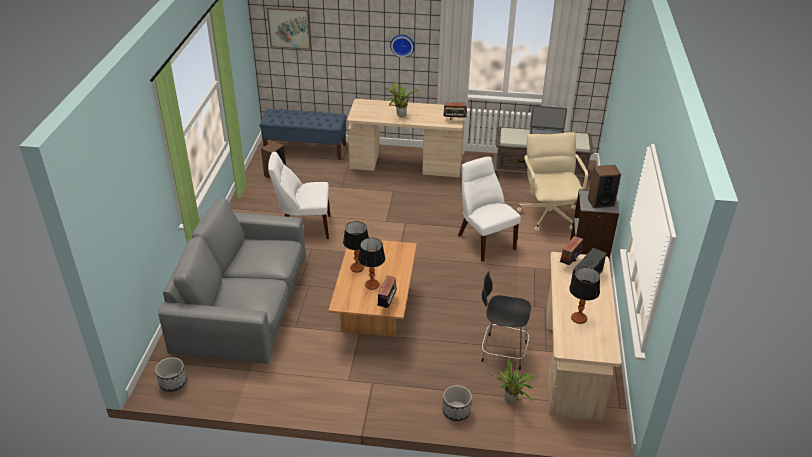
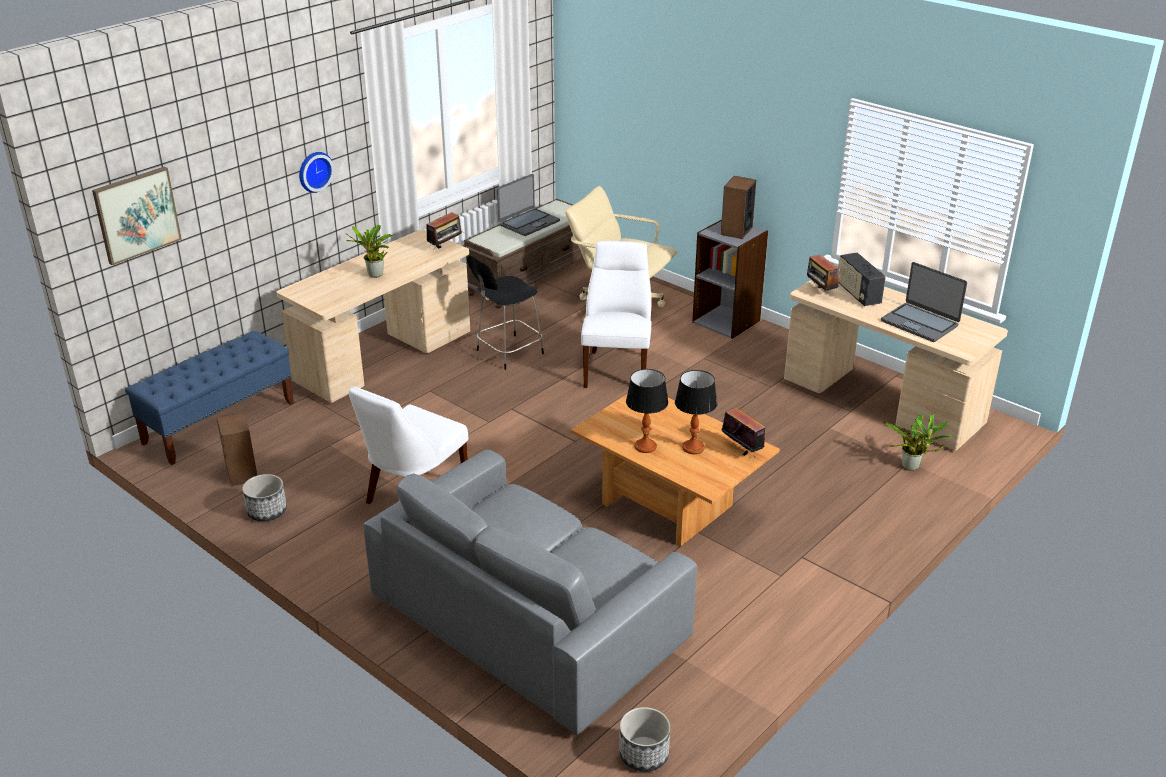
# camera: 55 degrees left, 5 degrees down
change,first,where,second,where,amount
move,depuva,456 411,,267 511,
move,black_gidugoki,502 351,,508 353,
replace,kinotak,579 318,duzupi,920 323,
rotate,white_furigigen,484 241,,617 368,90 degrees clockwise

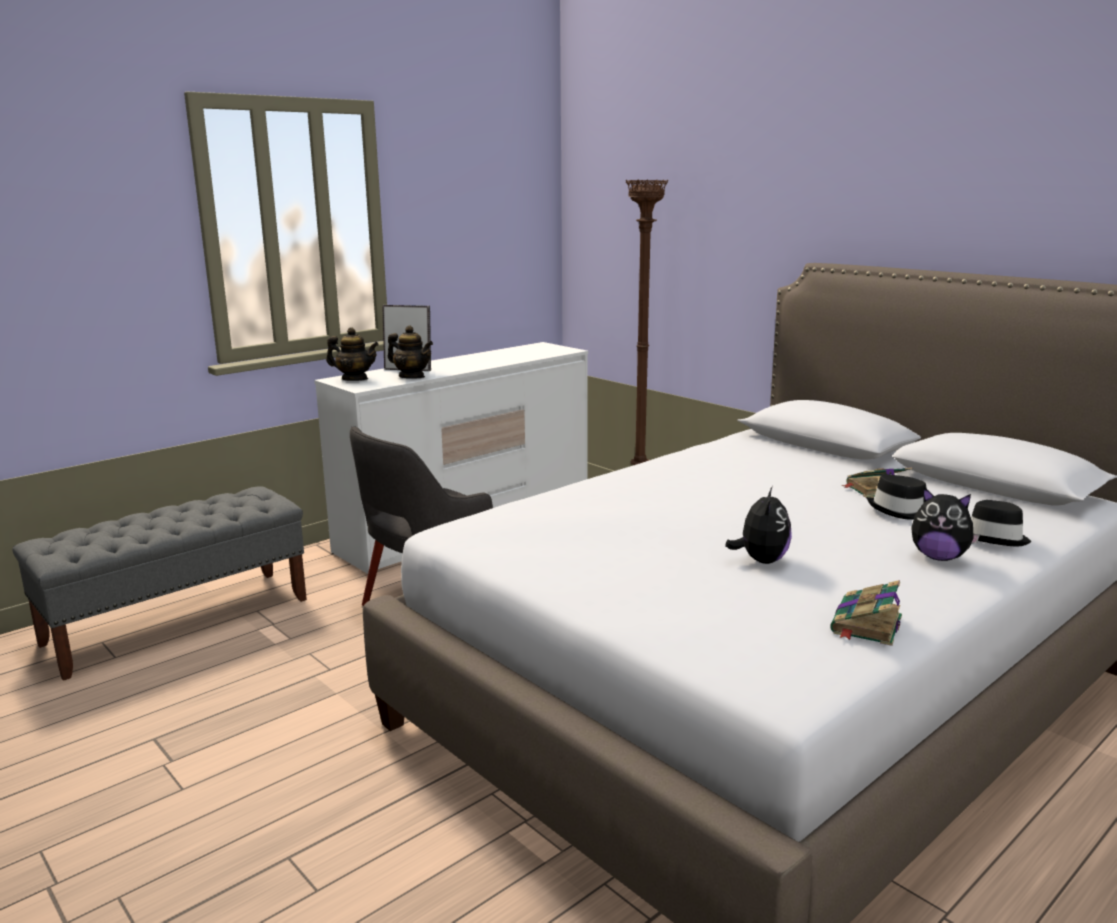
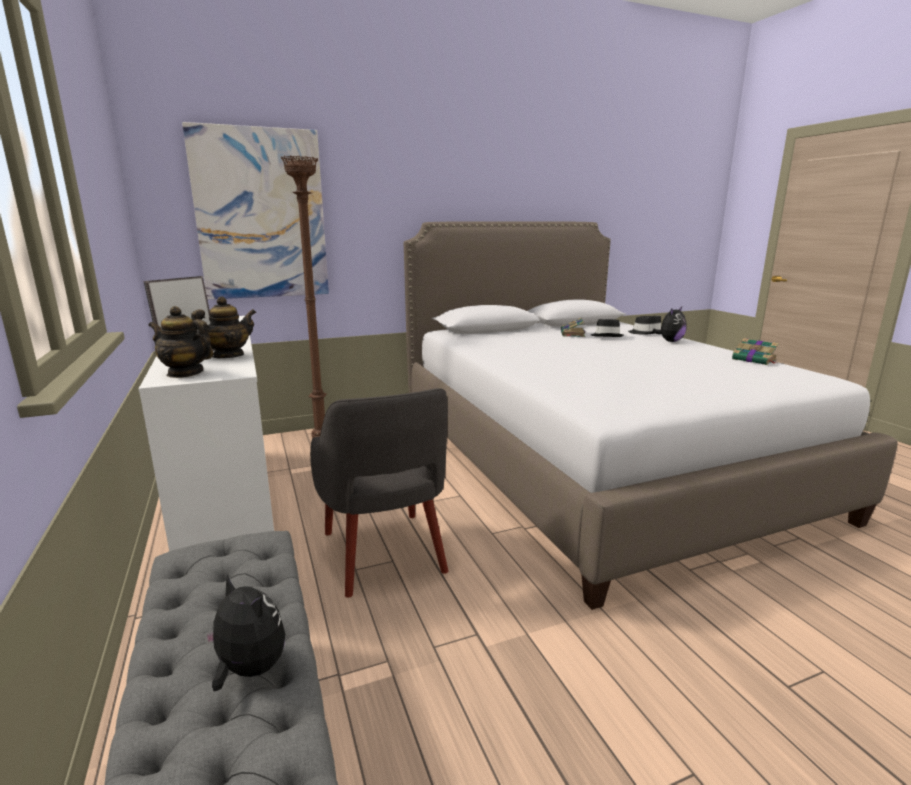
# camera: 70 degrees left, 0 degrees up
change,first,where,second,where,amount
insert,,,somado,261 215,
move,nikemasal,761 560,,249 669,
rotate,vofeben,354 379,,185 373,105 degrees counterclockwise

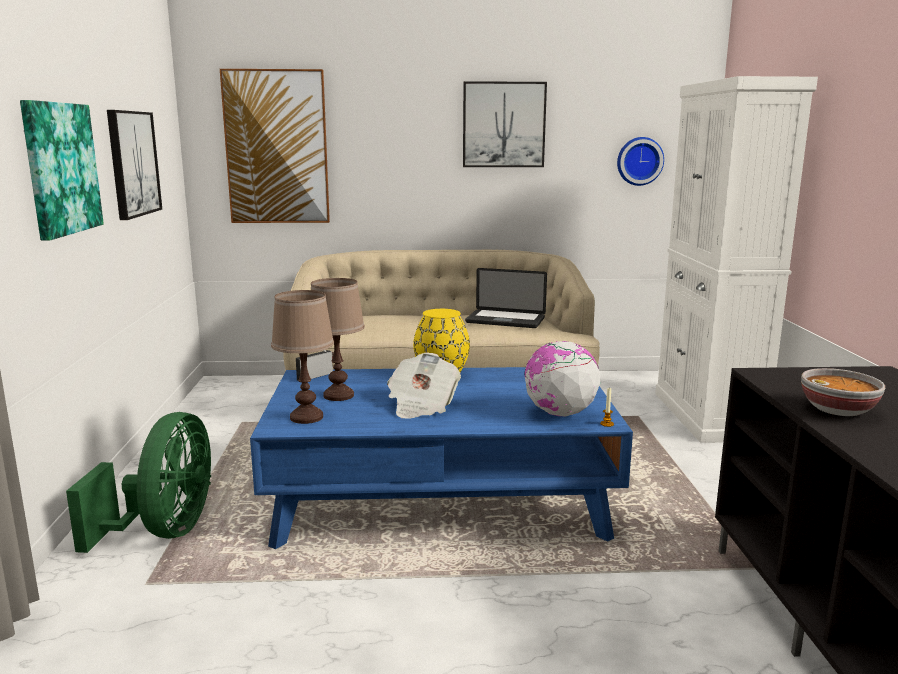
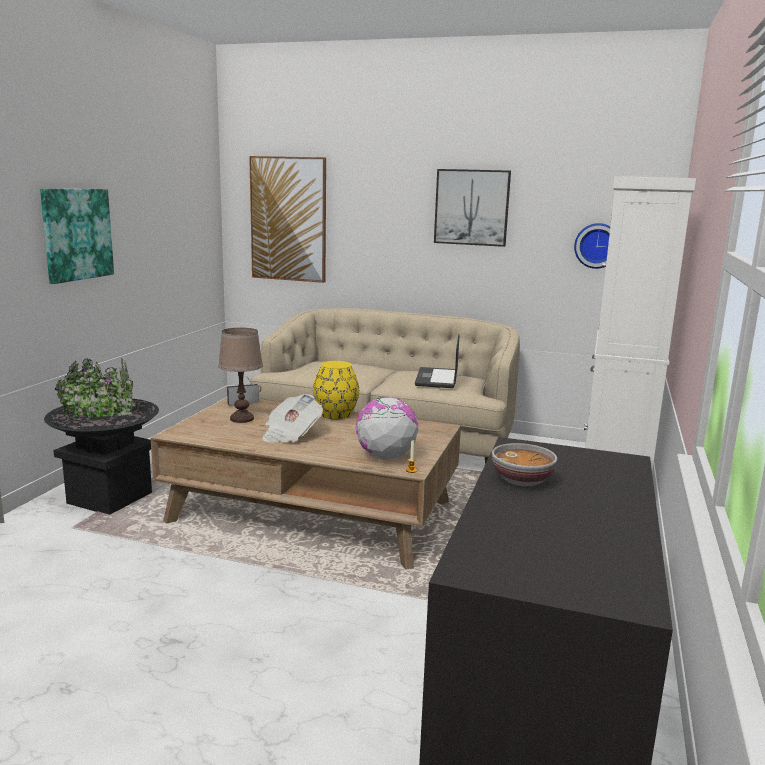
# camera: 20 degrees right, 0 degrees up
change,first,where,second,where,amount
delete,somado,133 163,,,
delete,brown_kinotak,307 417,,,
replace,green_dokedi,164 531,black_depuva,110 498,
recolor,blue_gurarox,441 496,brown_gurarox,313 512,
rotate,duzupi,505 320,,436 379,60 degrees clockwise

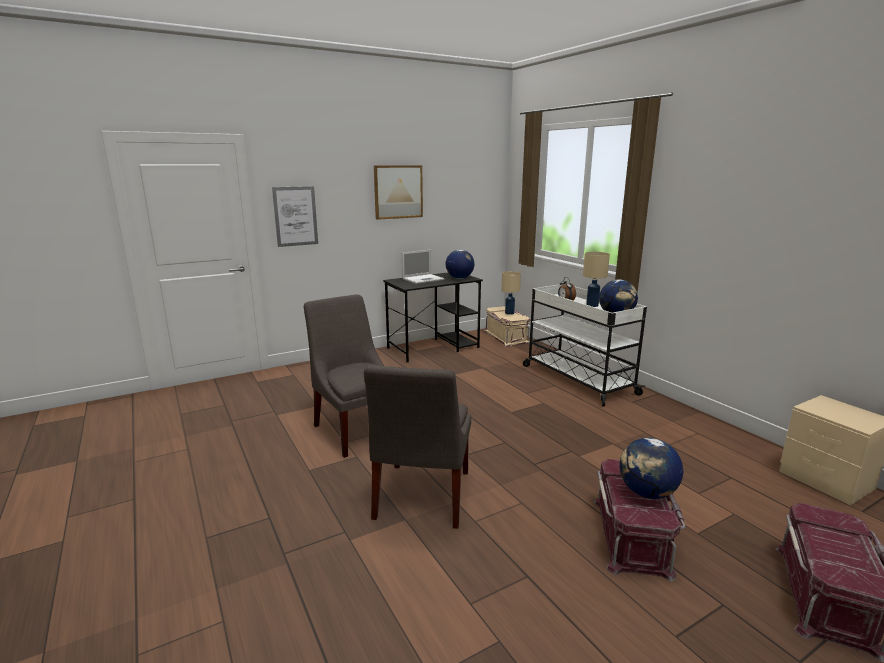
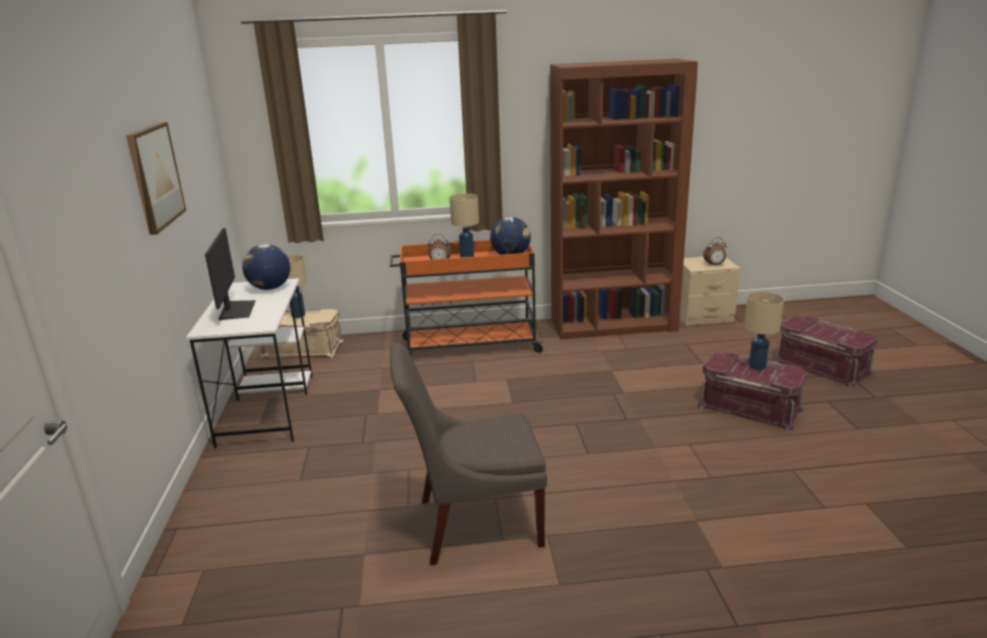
# camera: 65 degrees left, 5 degrees up
change,first,where,second,where,amount
delete,somado,295 216,,,
delete,grey_furigigen,421 497,,,
insert,,,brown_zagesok,613 325,
insert,,,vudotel,714 265,
replace,duzupi,423 279,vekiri,236 309,
replace,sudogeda,646 493,beige_kinotak,758 366,
recolor,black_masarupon,434 347,white_masarupon,267 408,
recolor,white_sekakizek,577 379,orange_sekakizek,469 345,

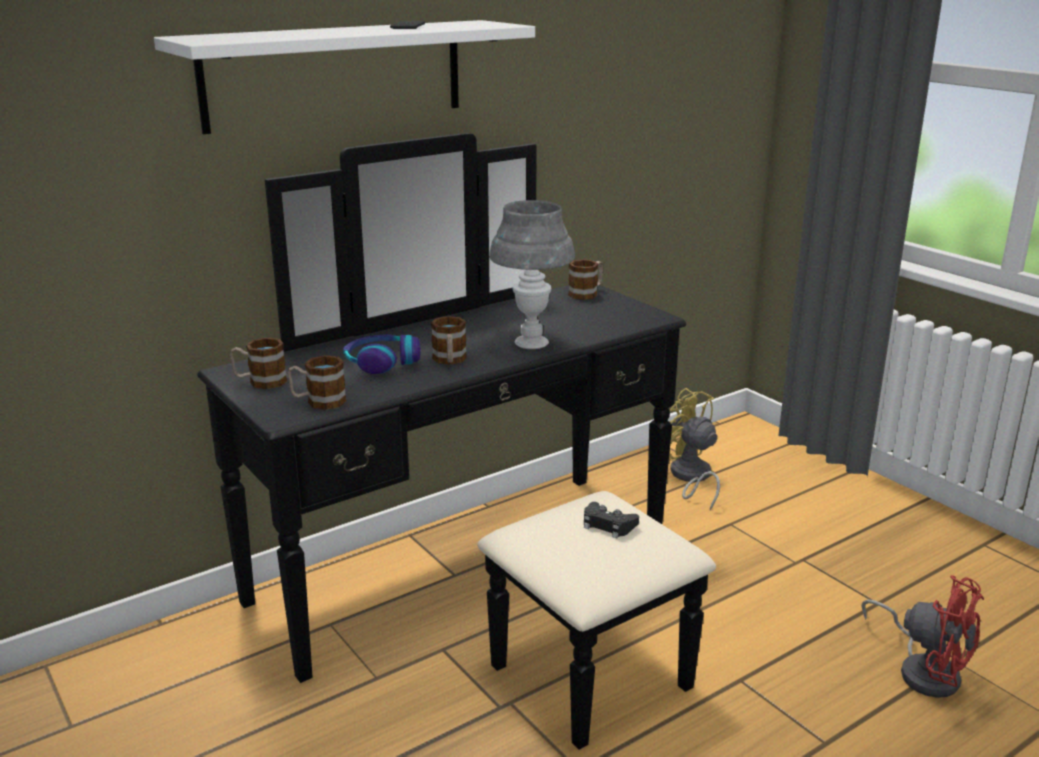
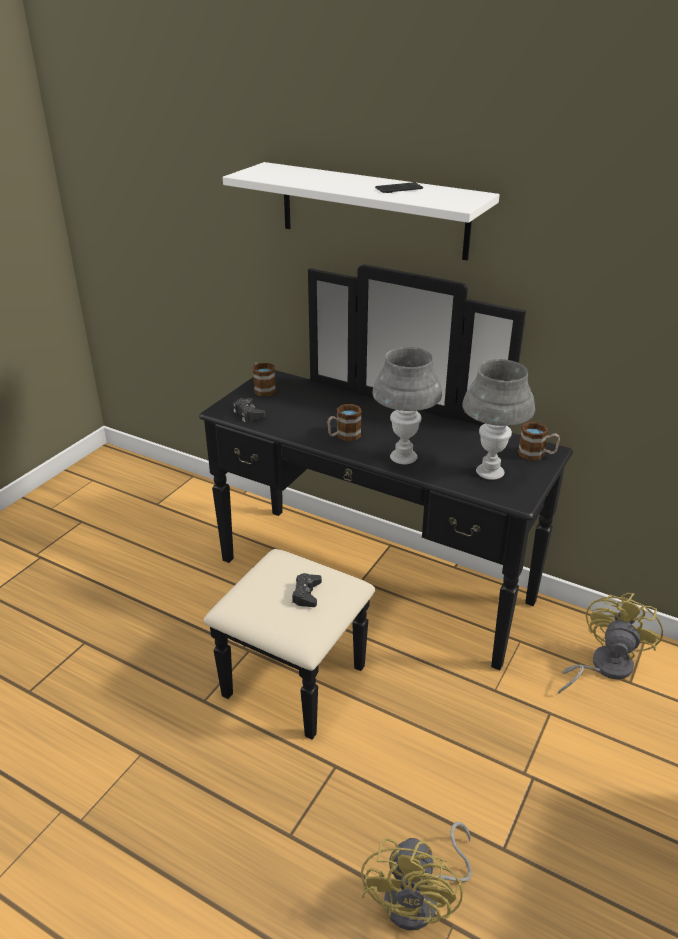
# camera: 65 degrees right, 10 degrees up
change,first,where,second,where,amount
delete,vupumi,381 362,,,
insert,,,grey_kinotak,490 472,
replace,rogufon,318 402,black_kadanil,248 413,
recolor,red_dokedi,924 670,yellow_dokedi,421 899,

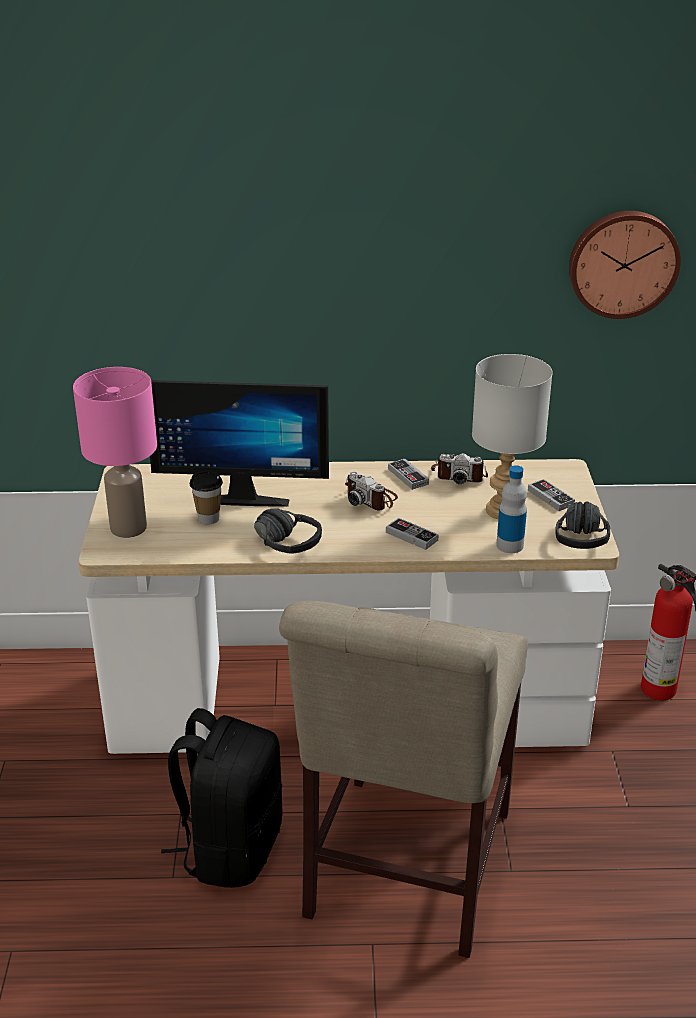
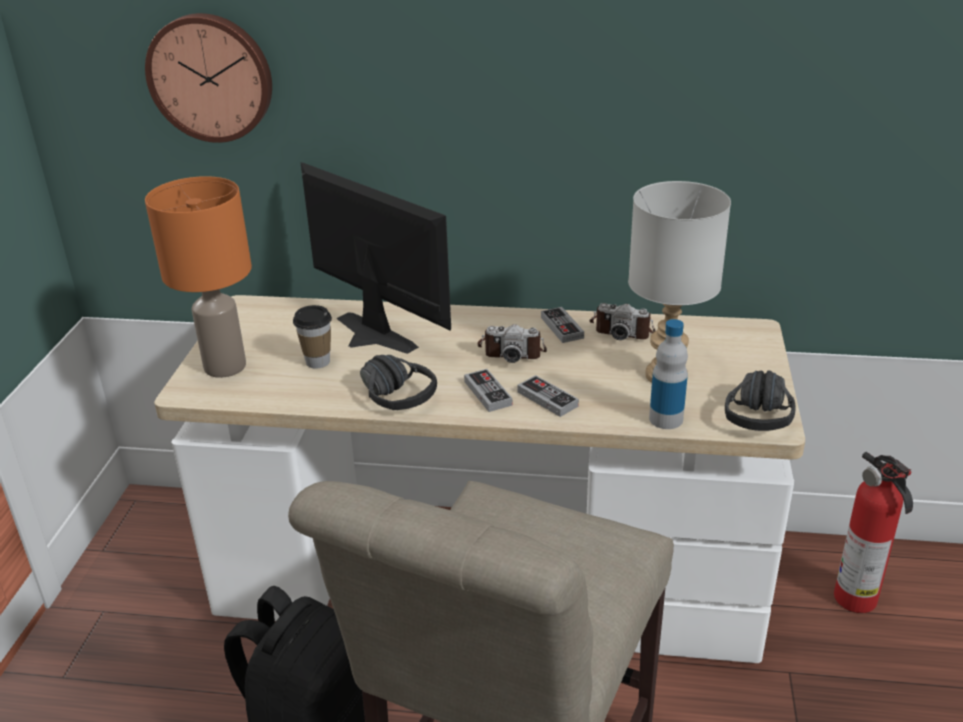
# camera: 10 degrees right, 0 degrees up
change,first,where,second,where,amount
move,kadanil,550 497,,488 393,
move,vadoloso,622 263,,211 77,
recolor,pink_kinotak,127 528,orange_kinotak,223 366,
rotate,vekiri,243 495,,366 337,150 degrees counterclockwise
rotate,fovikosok,371 498,,512 350,45 degrees counterclockwise

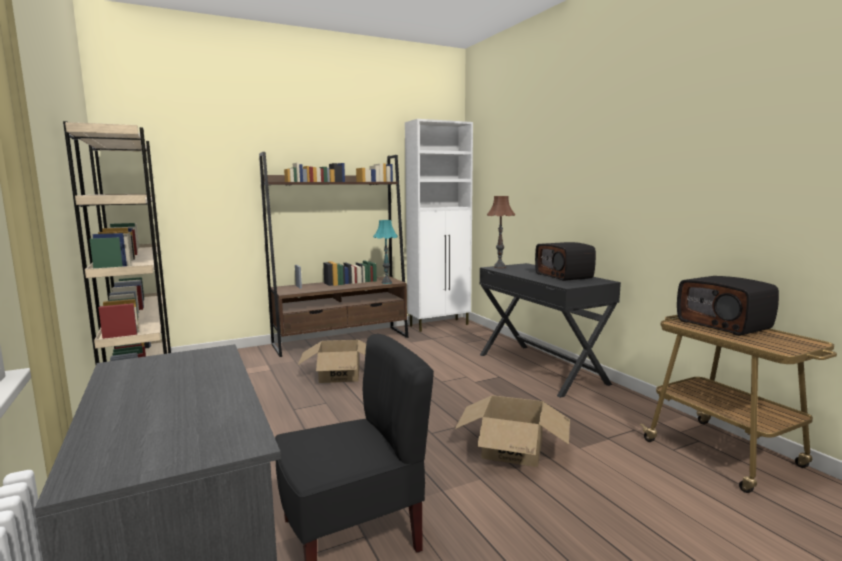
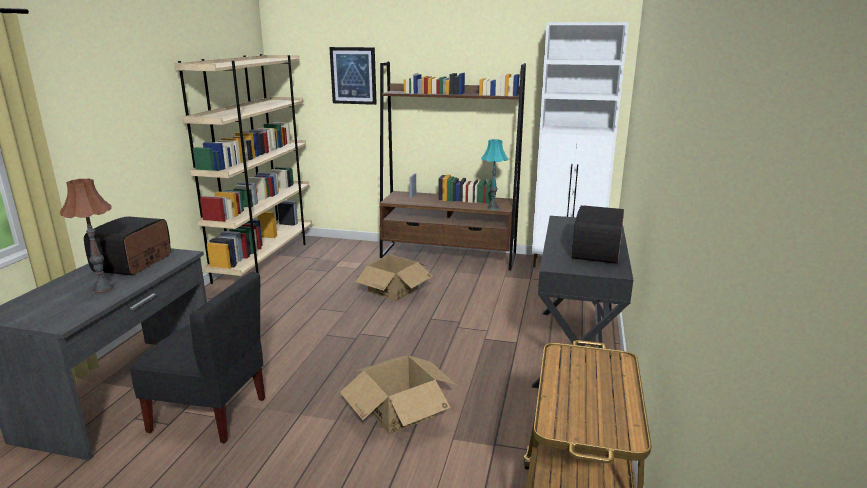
# camera: 40 degrees right, 10 degrees up
change,first,where,second,where,amount
insert,,,somado,353 75,
move,brown_kinotak,499 267,,102 288,
move,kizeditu,724 325,,134 263,

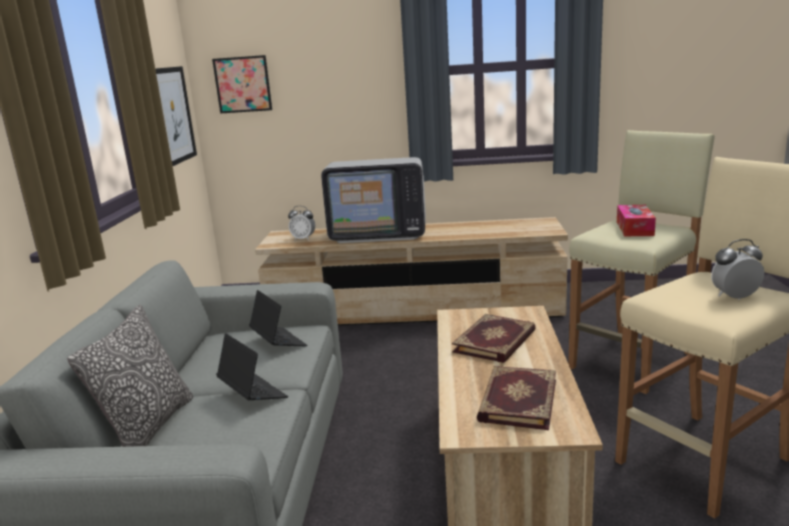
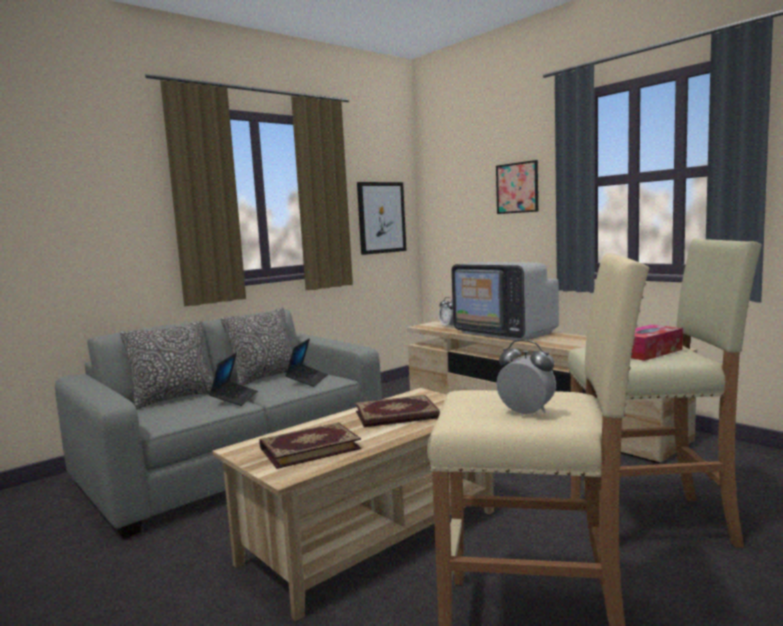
# camera: 45 degrees right, 10 degrees down
change,first,where,second,where,amount
insert,,,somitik,265 377,
move,somado,243 84,,517 188,

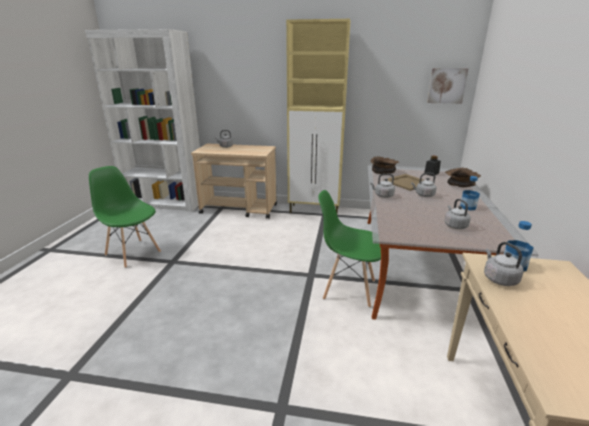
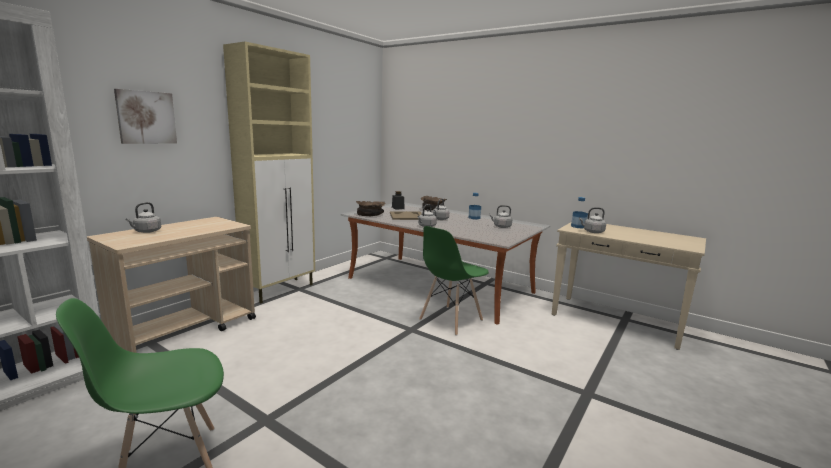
# camera: 65 degrees left, 10 degrees down
change,first,where,second,where,amount
move,somado,446 85,,146 117,

